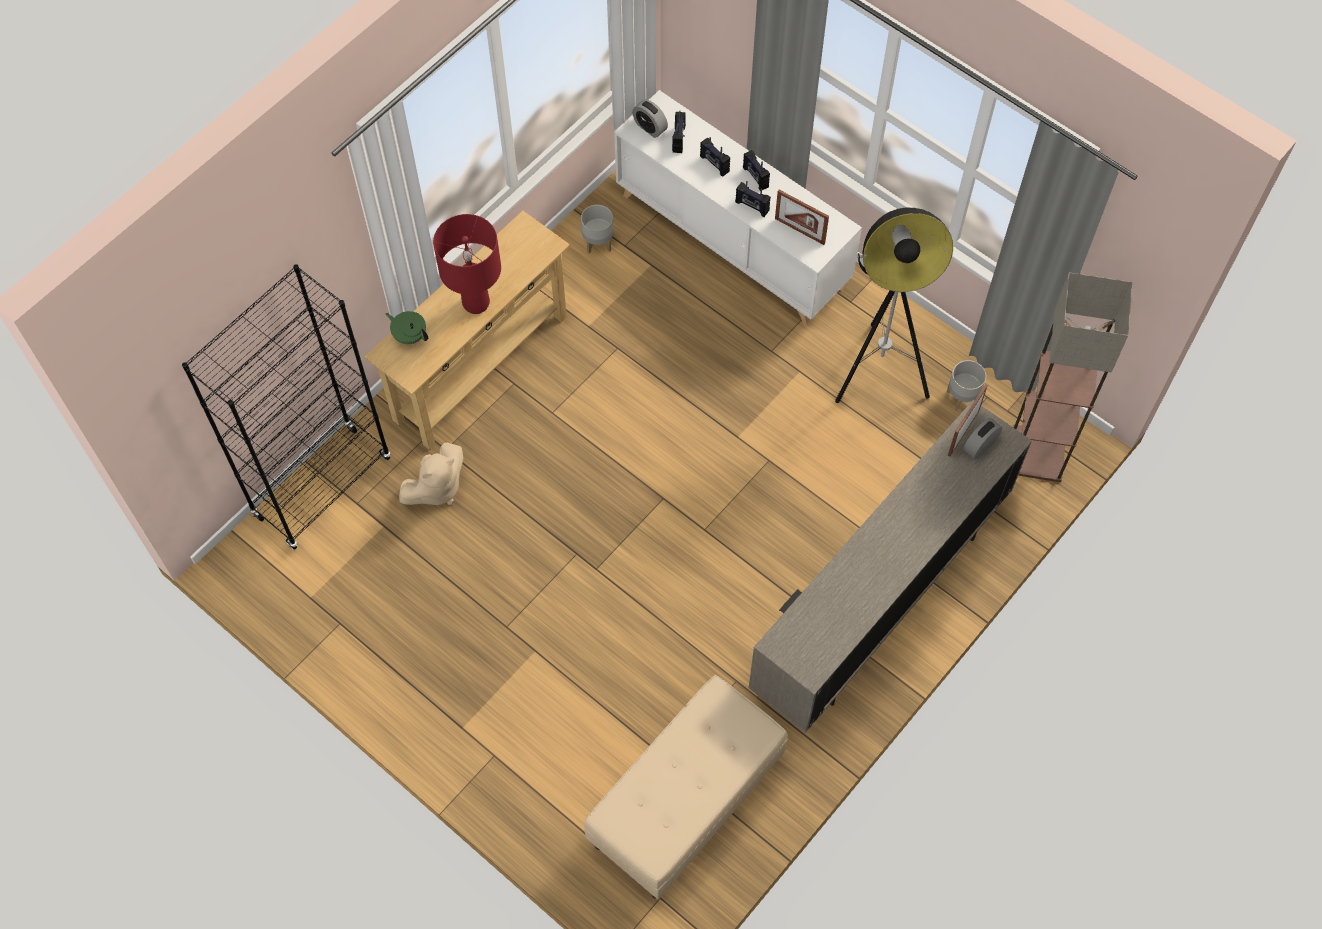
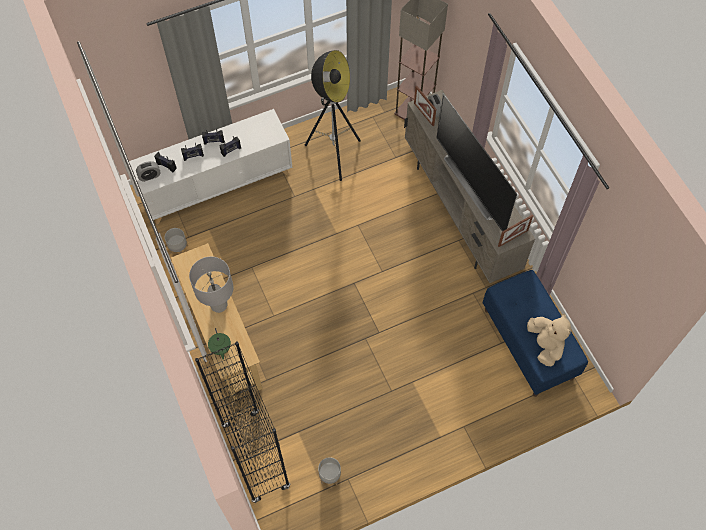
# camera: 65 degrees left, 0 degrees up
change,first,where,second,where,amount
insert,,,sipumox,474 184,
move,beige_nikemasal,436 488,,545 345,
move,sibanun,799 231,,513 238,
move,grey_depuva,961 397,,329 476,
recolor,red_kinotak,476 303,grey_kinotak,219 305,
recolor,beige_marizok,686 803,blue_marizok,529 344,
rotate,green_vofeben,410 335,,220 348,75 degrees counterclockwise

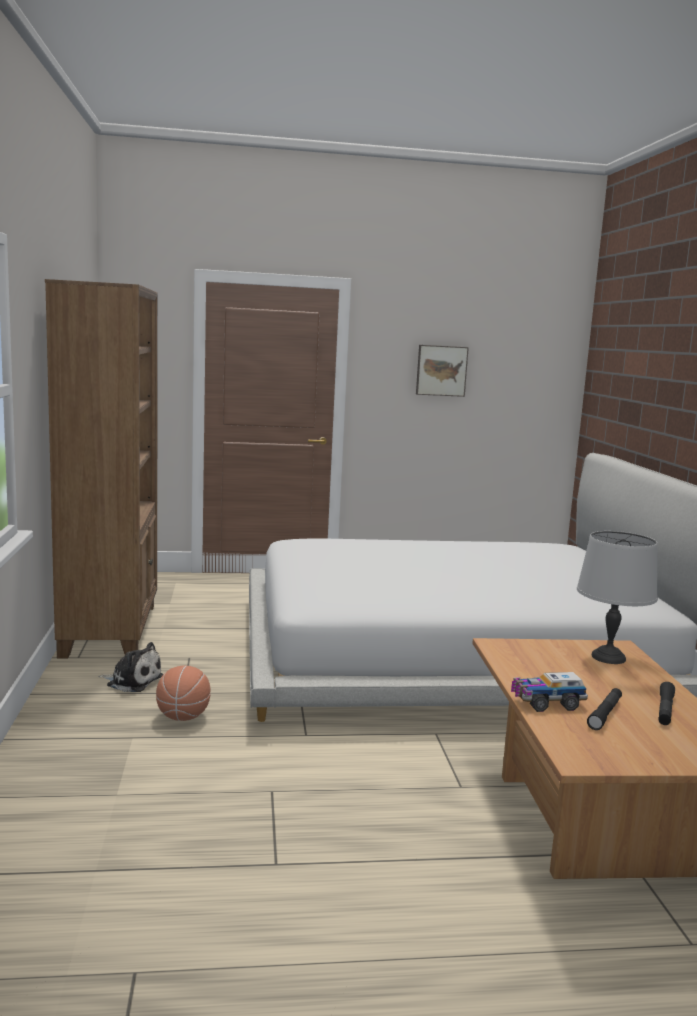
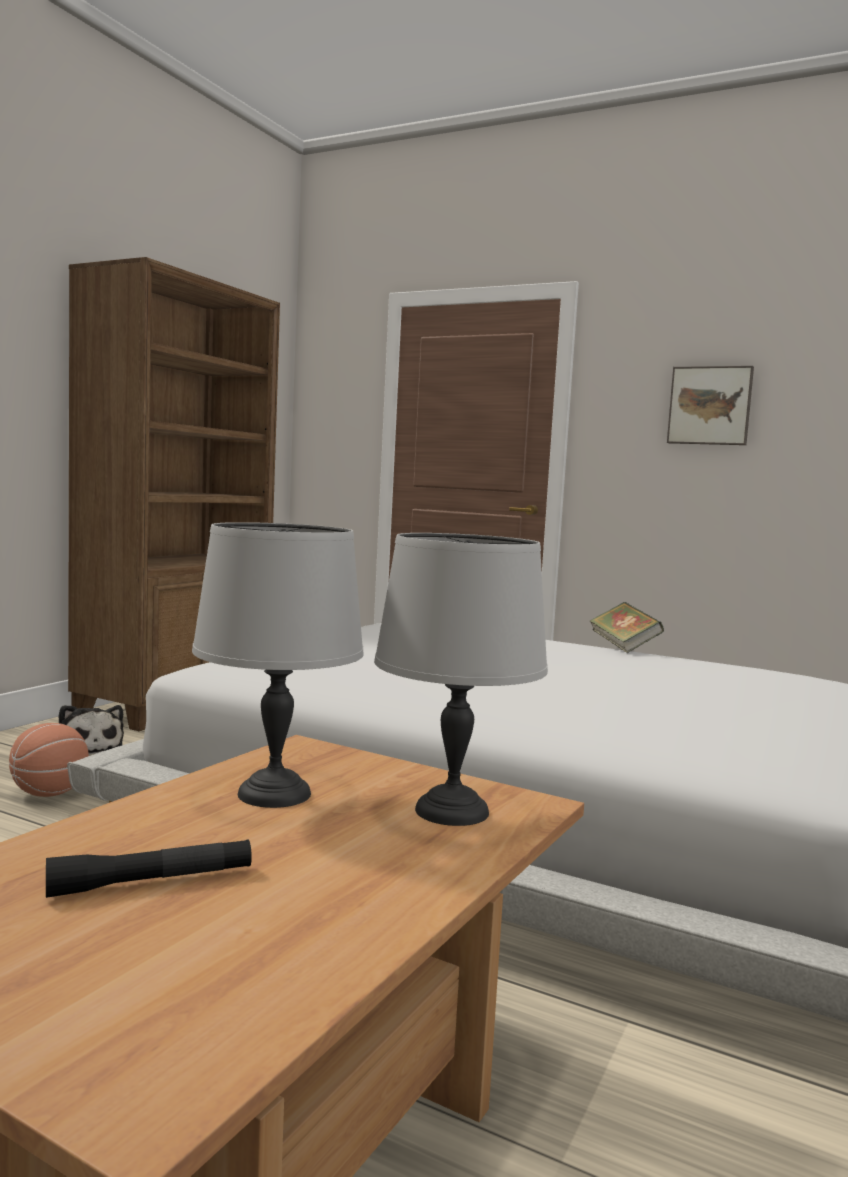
# camera: 35 degrees right, 5 degrees down
change,first,where,second,where,amount
delete,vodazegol,546 703,,,
delete,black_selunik,665 710,,,
insert,,,grey_kinotak,276 794,
insert,,,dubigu,624 647,

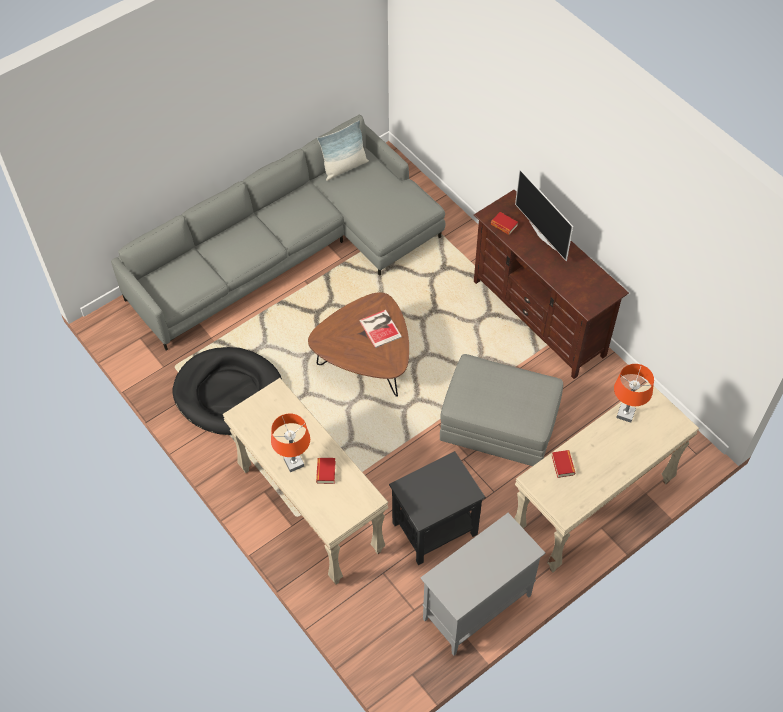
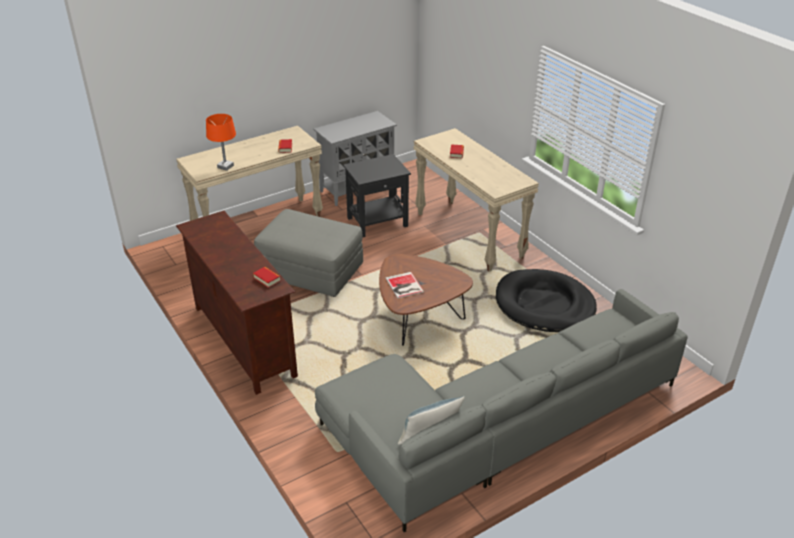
# camera: 175 degrees left, 20 degrees down
change,first,where,second,where,amount
delete,orange_kinotak,294 463,,,
delete,sipumox,542 235,,,

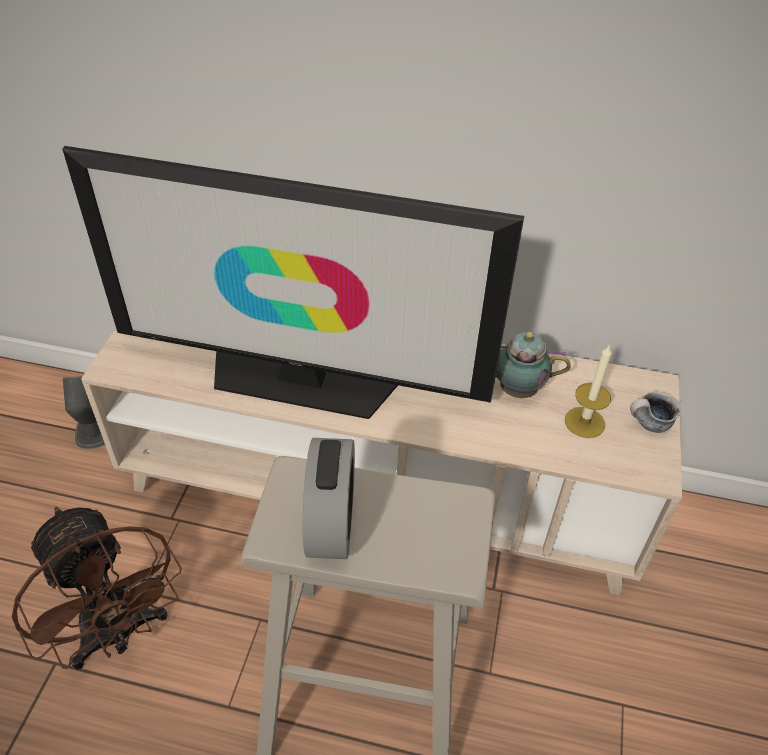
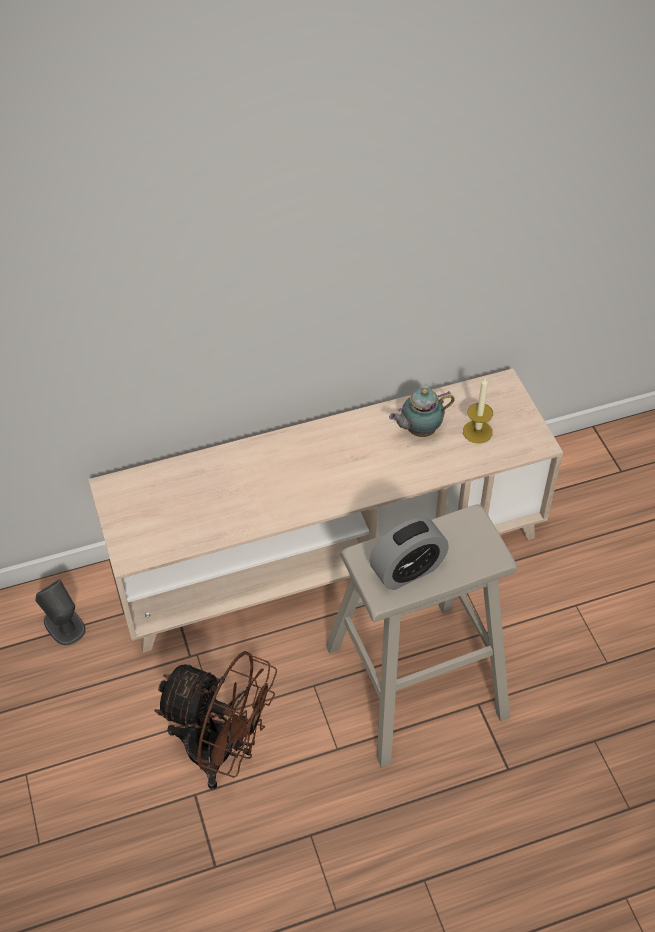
# camera: 30 degrees left, 5 degrees up
change,first,where,second,where,amount
delete,sipumox,301 379,,,
delete,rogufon,647 426,,,
rotate,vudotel,331 523,,407 570,90 degrees clockwise

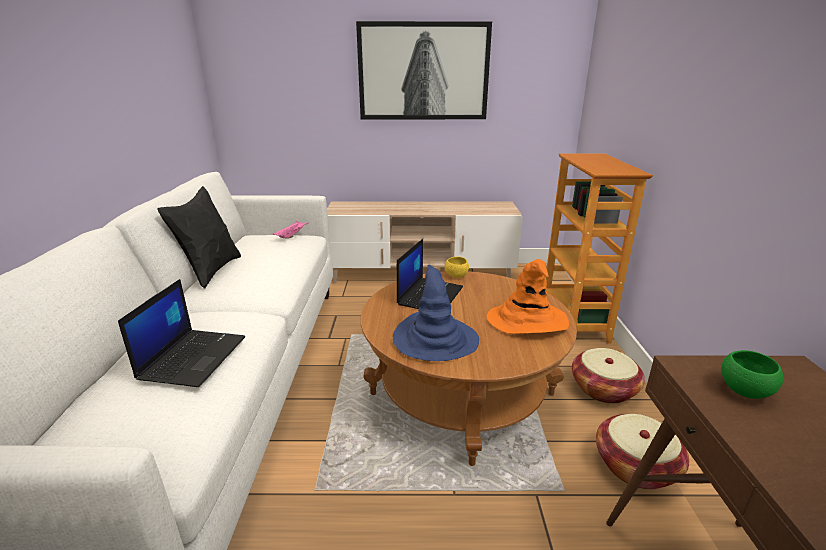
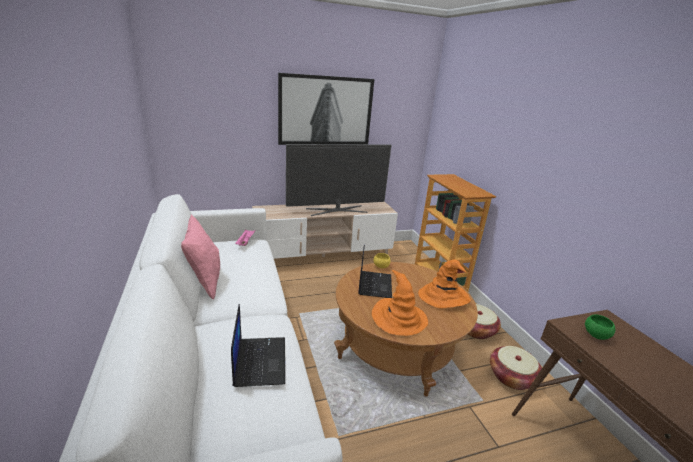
# camera: 20 degrees left, 0 degrees up
change,first,where,second,where,amount
insert,,,sipumox,337 210,
recolor,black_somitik,211 271,pink_somitik,205 282,
recolor,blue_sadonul,435 339,orange_sadonul,399 318,

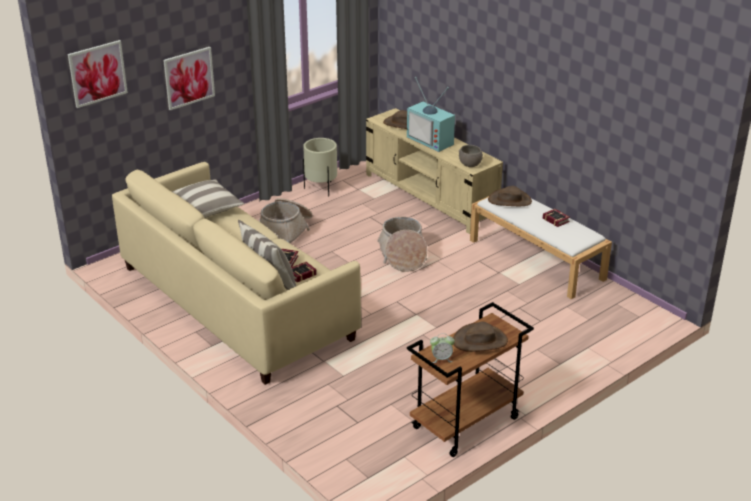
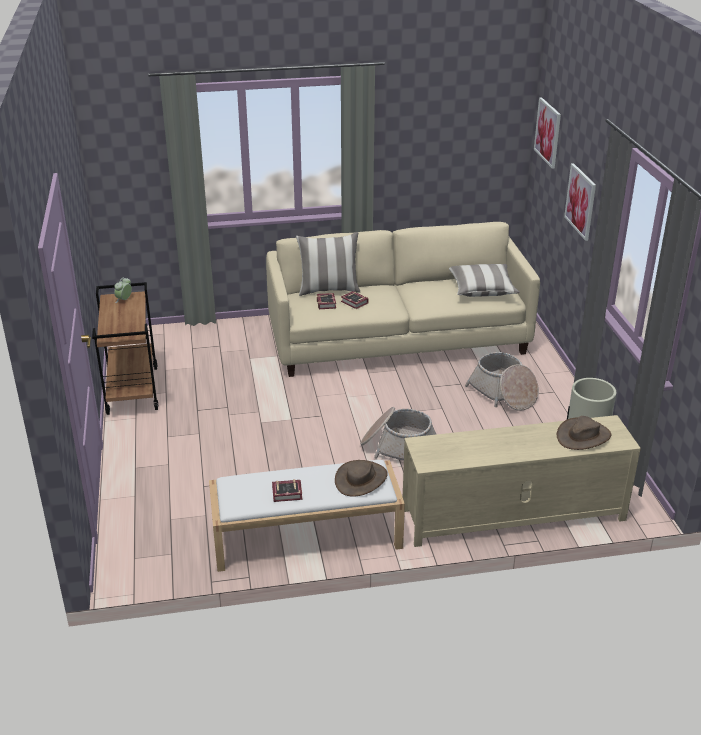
# camera: 120 degrees right, 0 degrees up
change,first,where,second,where,amount
delete,sipumox,432 140,,,
delete,brown_sadonul,480 341,,,
delete,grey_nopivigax,469 164,,,

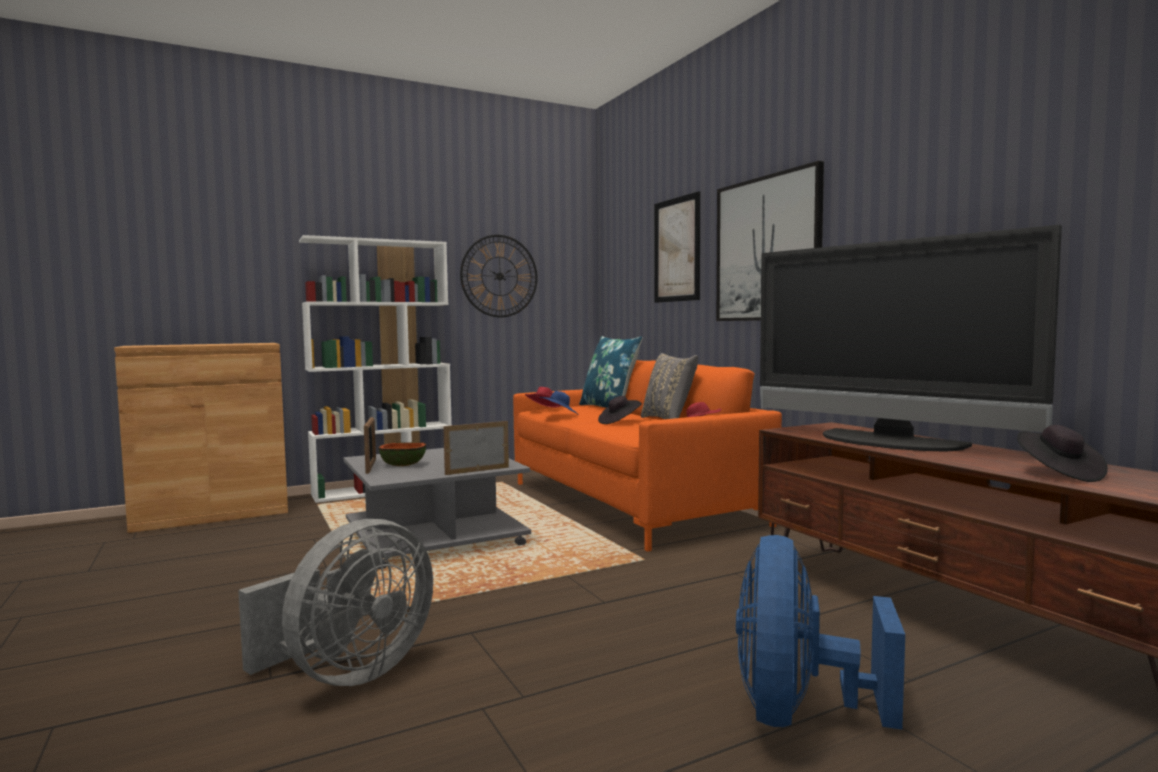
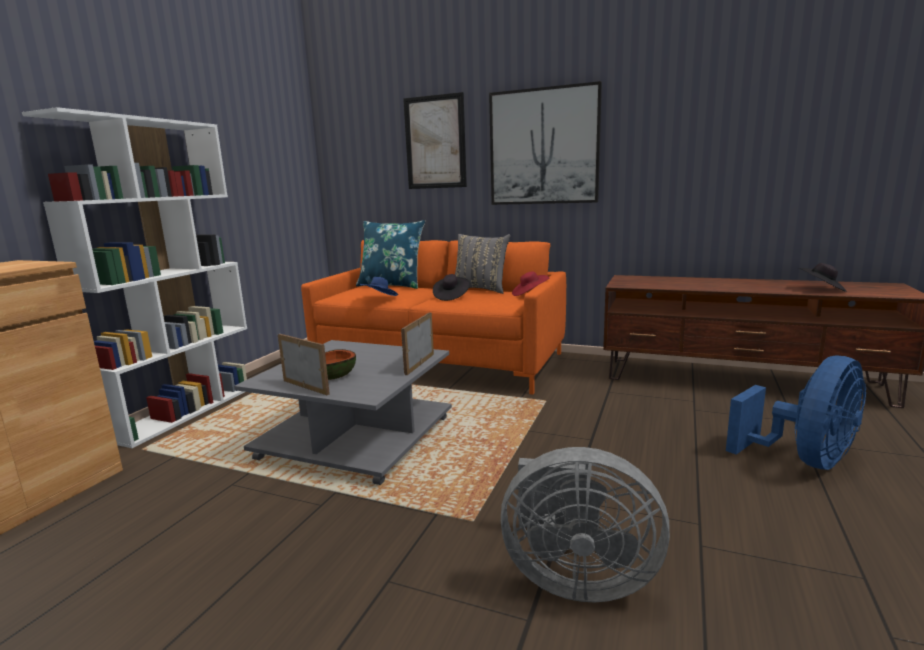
# camera: 40 degrees left, 10 degrees up
change,first,where,second,where,amount
delete,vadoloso,499 276,,,
delete,red_sadonul,544 409,,,
delete,sipumox,886 442,,,
rotate,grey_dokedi,348 674,,574 578,105 degrees clockwise
rotate,blue_dokedi,798 713,,804 460,105 degrees counterclockwise

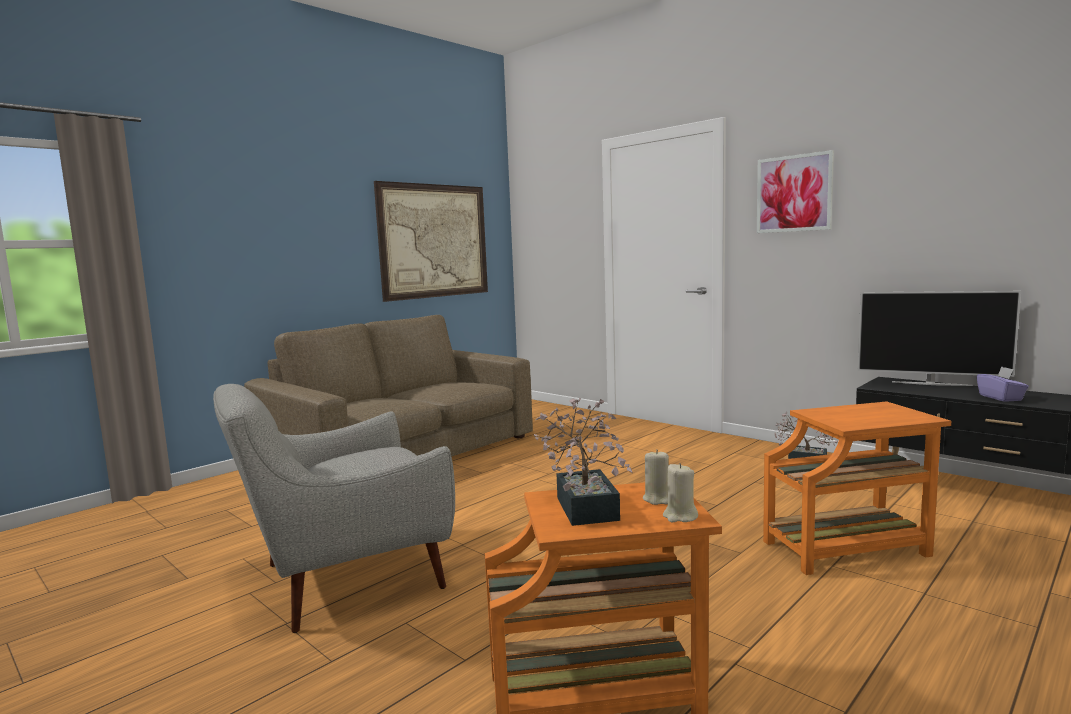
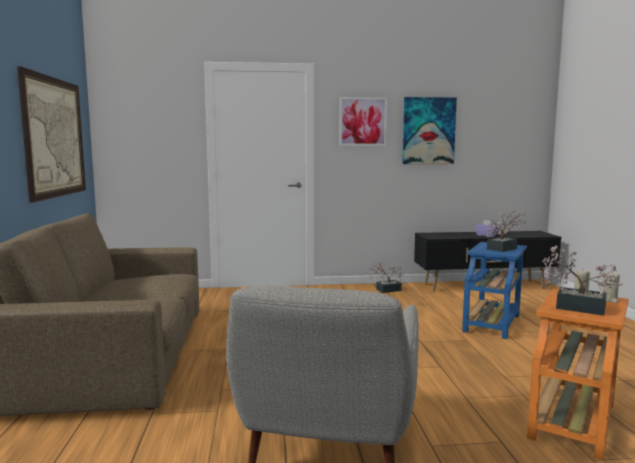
# camera: 50 degrees left, 0 degrees up
change,first,where,second,where,amount
delete,sipumox,930 383,,,
insert,,,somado,428 131,
insert,,,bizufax,504 248,
recolor,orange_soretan,849 549,blue_soretan,492 323,

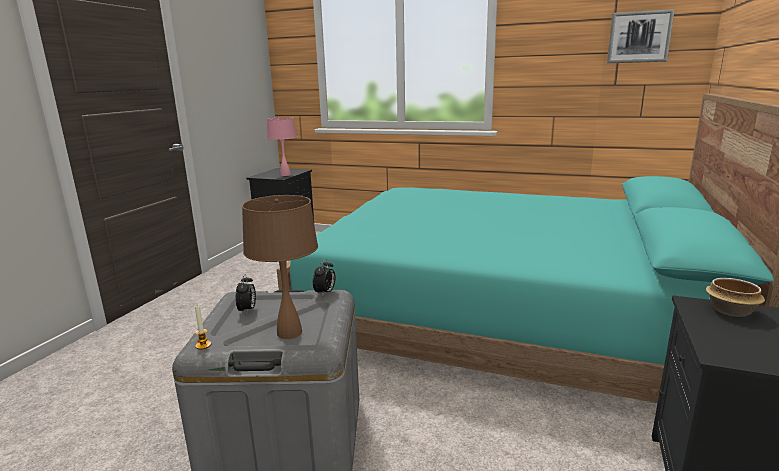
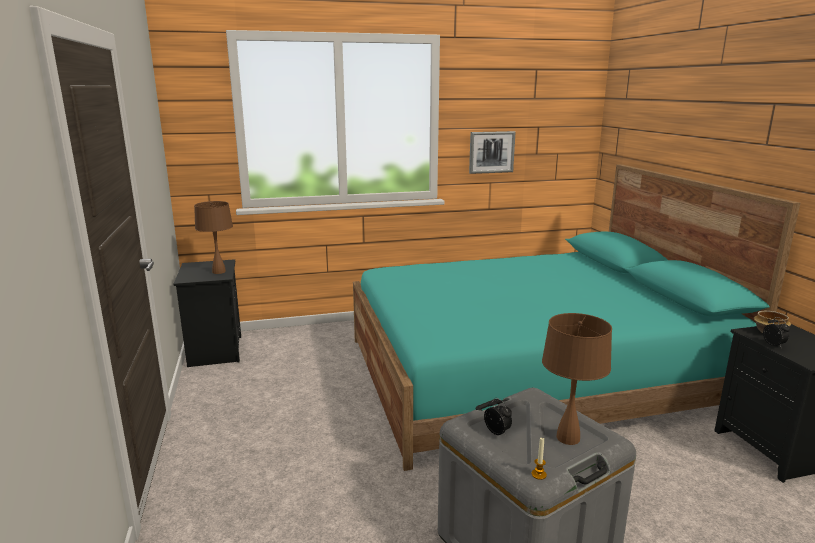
# camera: 35 degrees left, 0 degrees up
change,first,where,second,where,amount
move,vudotel,325 293,,774 345,
move,somado,639 37,,491 152,
recolor,pink_kinotak,285 175,brown_kinotak,218 272,

